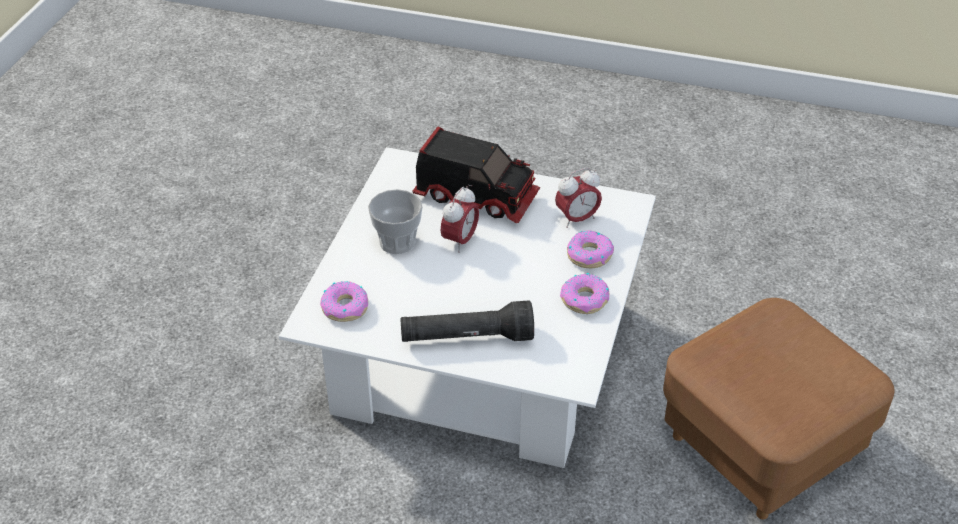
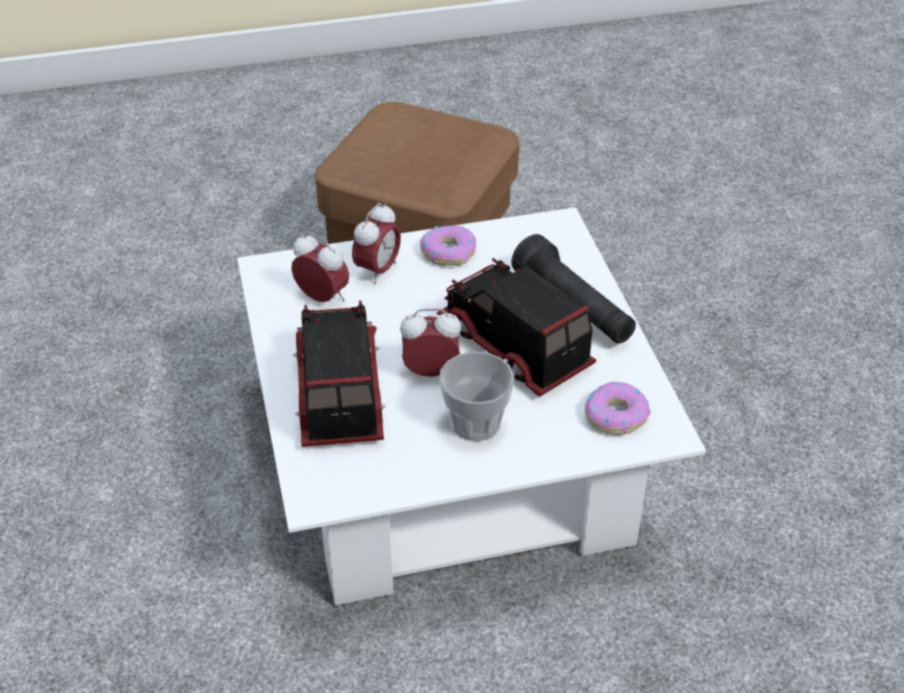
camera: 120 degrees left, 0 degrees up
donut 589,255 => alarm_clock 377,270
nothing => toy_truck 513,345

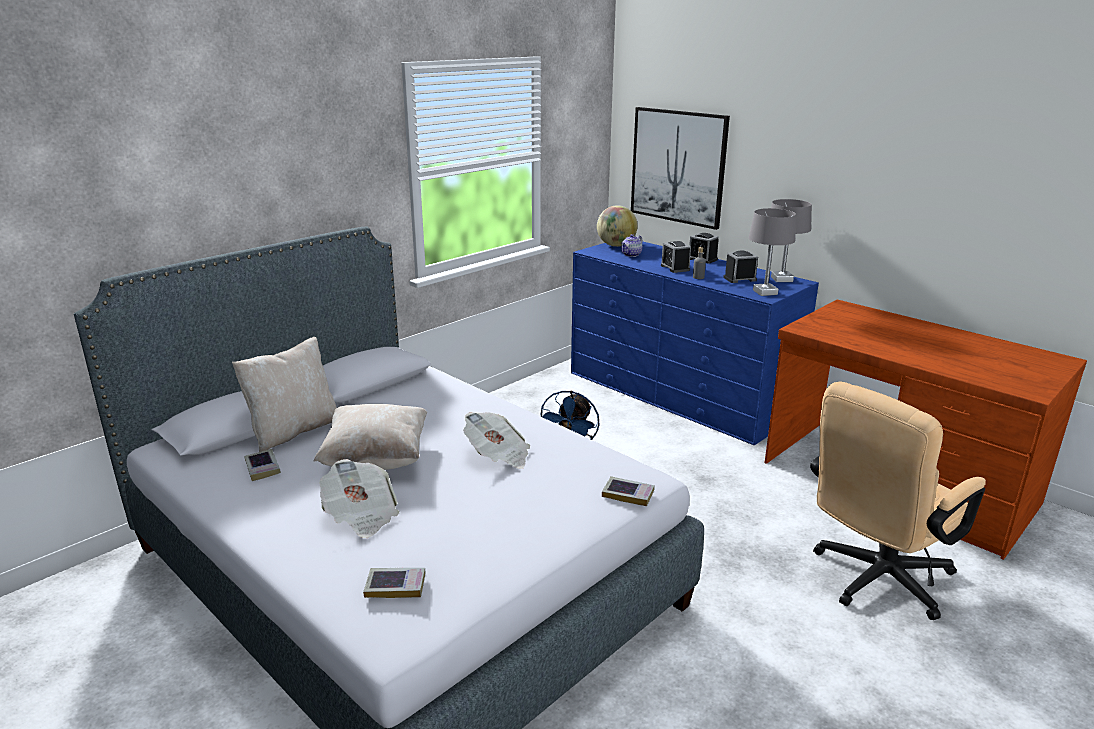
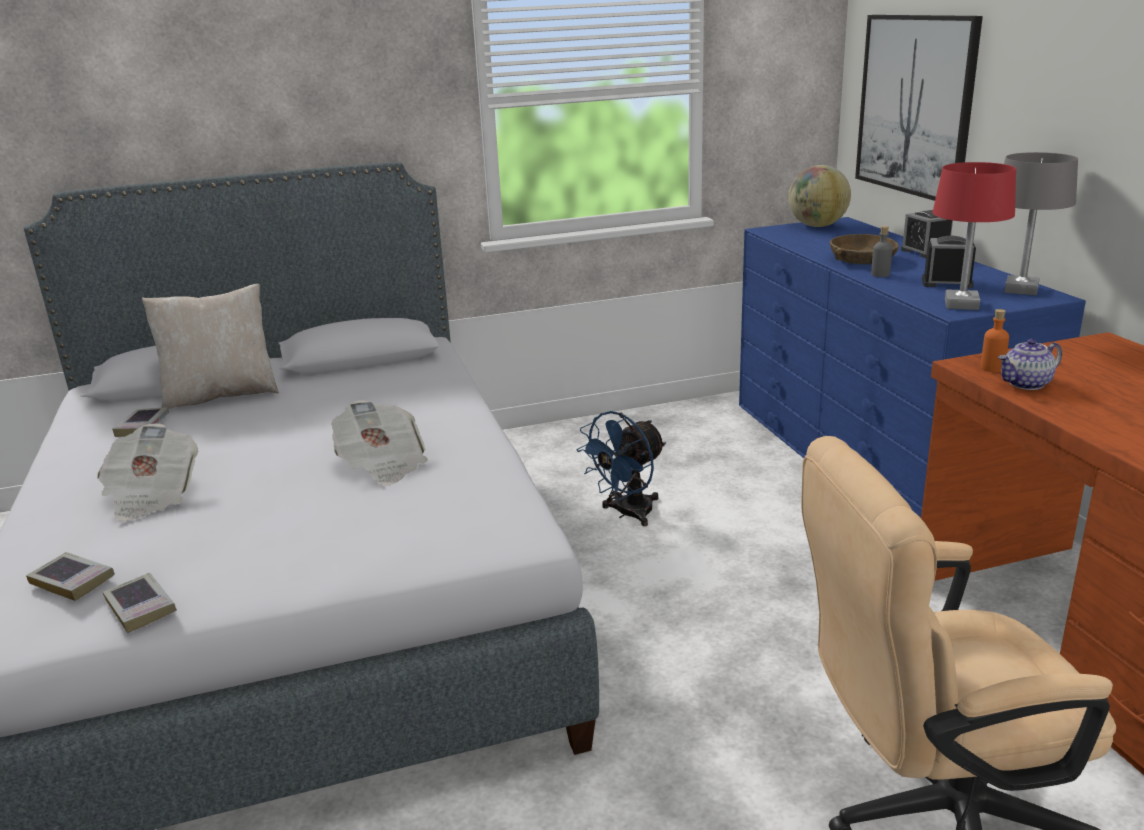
camera: 30 degrees right, 0 degrees up
grey_table_lamp 765,292 => red_table_lamp 962,304
teapot 631,255 => teapot 1026,384, move
alarm_clock 675,268 => brown_bowl 862,259
beige_pillow 376,459 => nothing
book 628,494 => book 141,607, move
nothing => orange_bottle 992,368

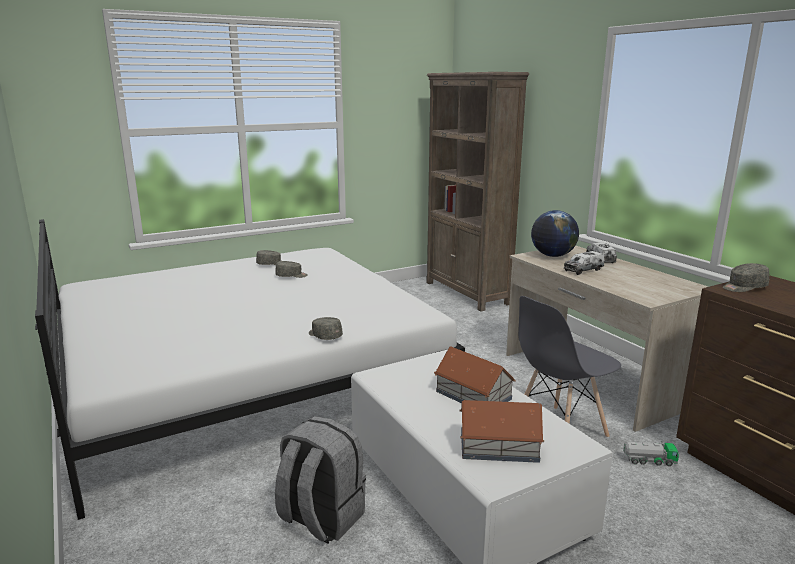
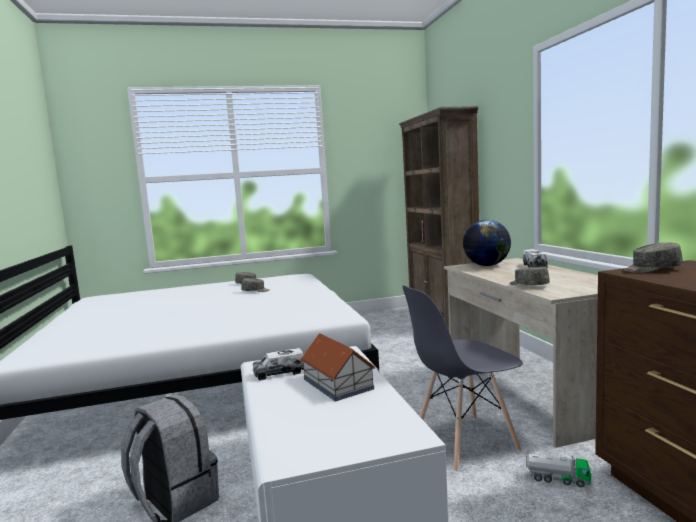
camera: 15 degrees right, 10 degrees down
toy_truck 583,270 => toy_truck 280,373, move
grey_cap 324,336 => grey_cap 528,285, move
toy_house 499,446 => nothing

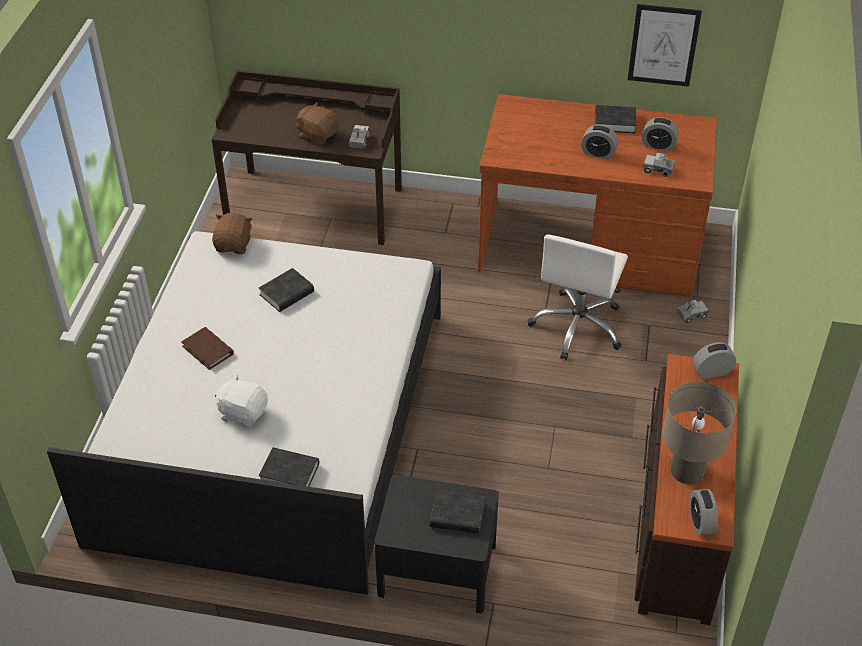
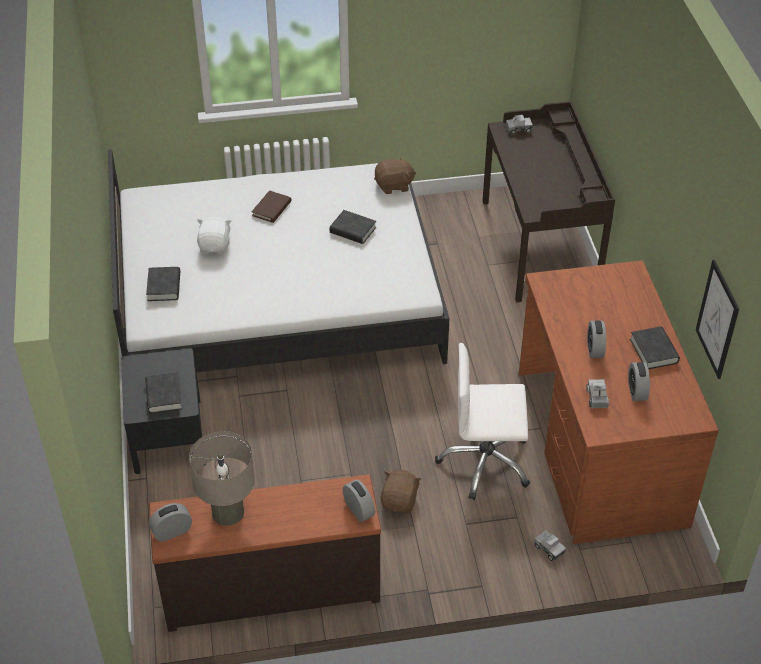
camera: 70 degrees right, 0 degrees up
brown_plush_toy 318,135 => brown_plush_toy 400,501, move
toy_truck 359,141 => toy_truck 518,129, move

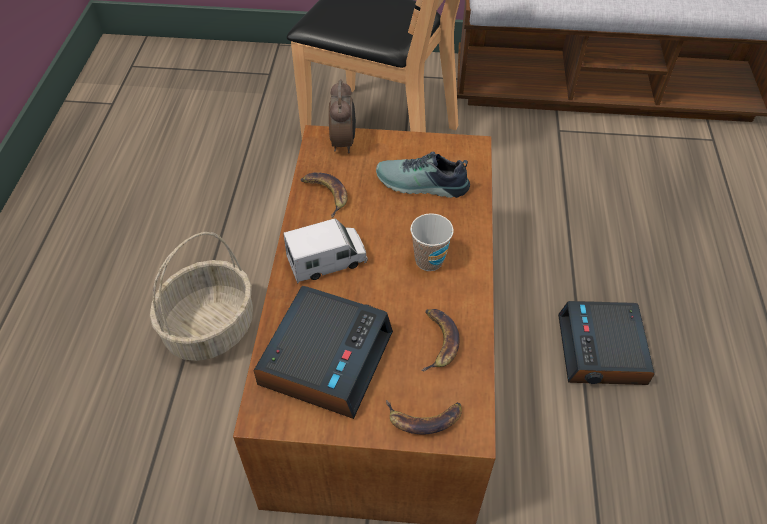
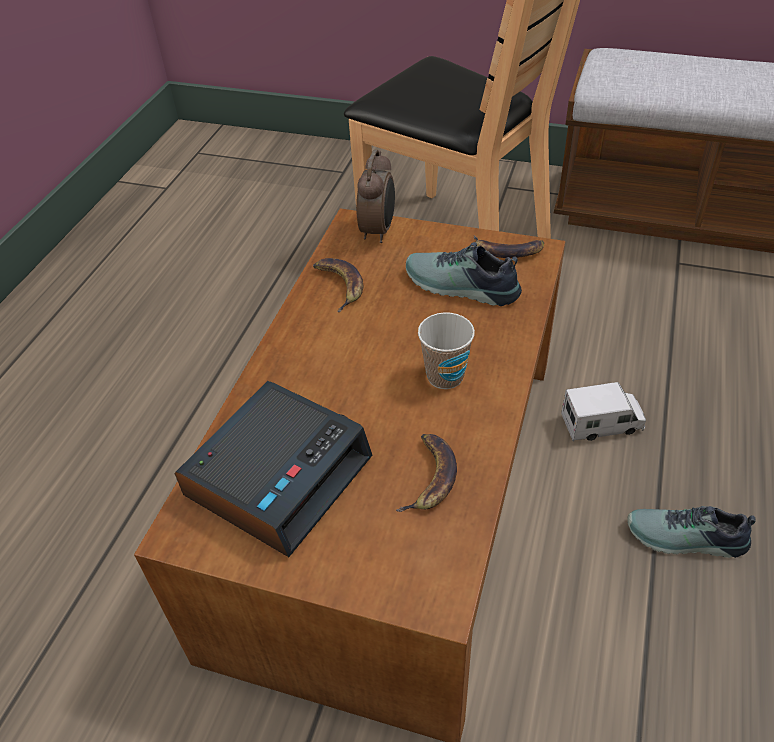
camera: 15 degrees right, 5 degrees down
toy_truck 327,261 => toy_truck 602,424, move
basket 210,329 => nothing
alarm_clock 602,351 => shoe 686,539
banana 424,418 => banana 507,251, move

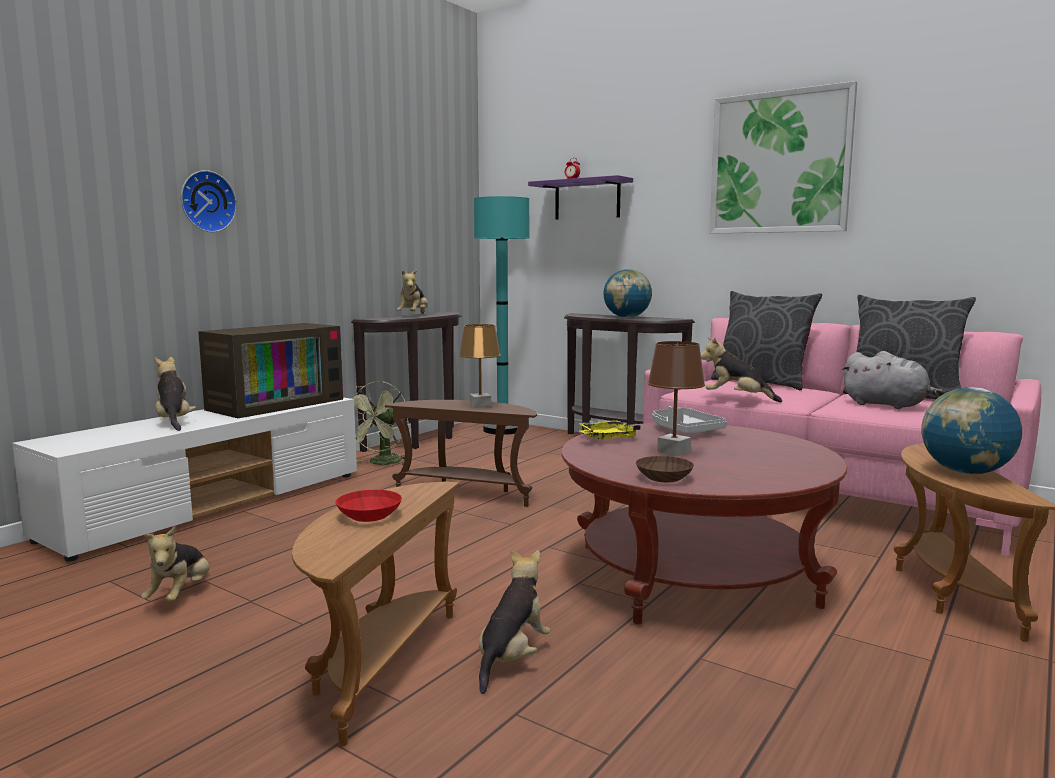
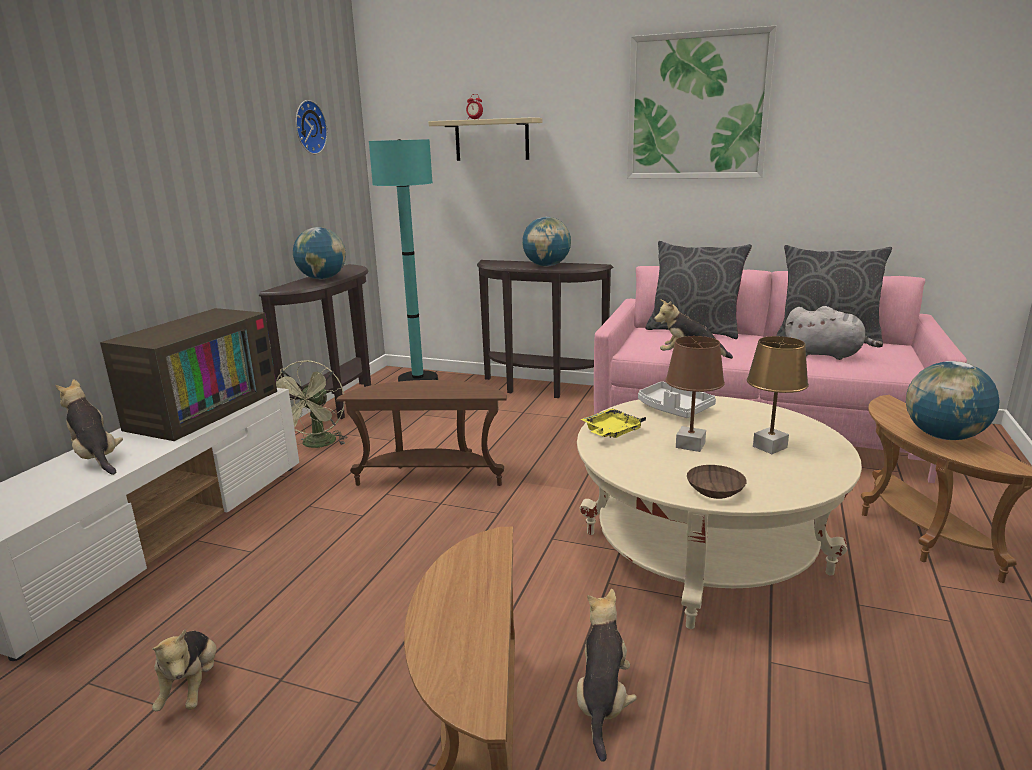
camera: 15 degrees left, 10 degrees up
wall_clock 206,201 => wall_clock 308,127, move
purple_shelf 587,199 => beige_shelf 491,140
plush_toy 414,316 => globe 322,278
brown_table_lamp 480,405 => brown_table_lamp 770,447, move
red_coffee_table 694,574 => beige_coffee_table 703,552
red_bowl 370,516 => nothing

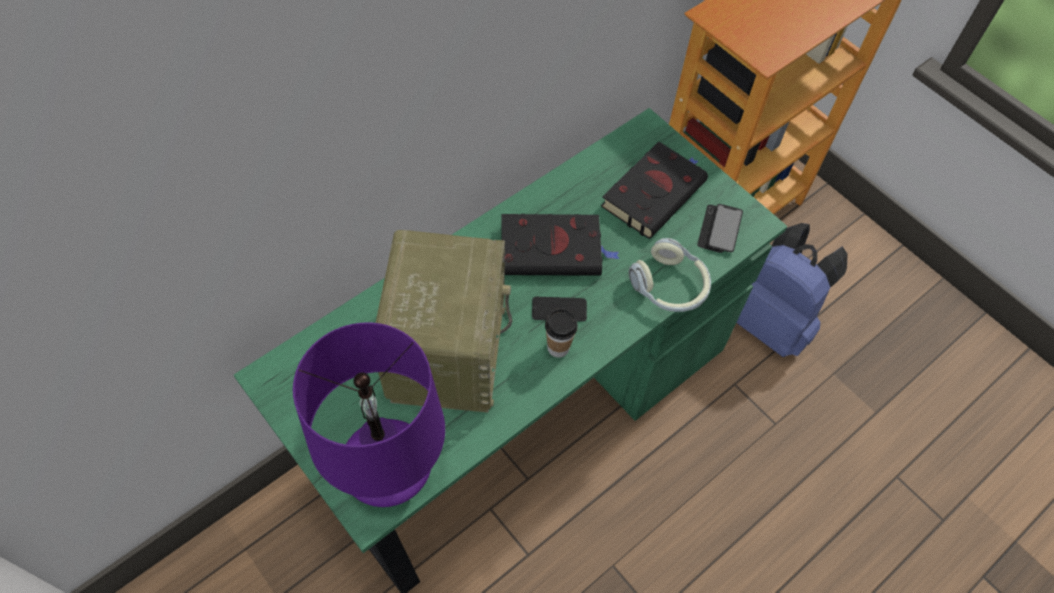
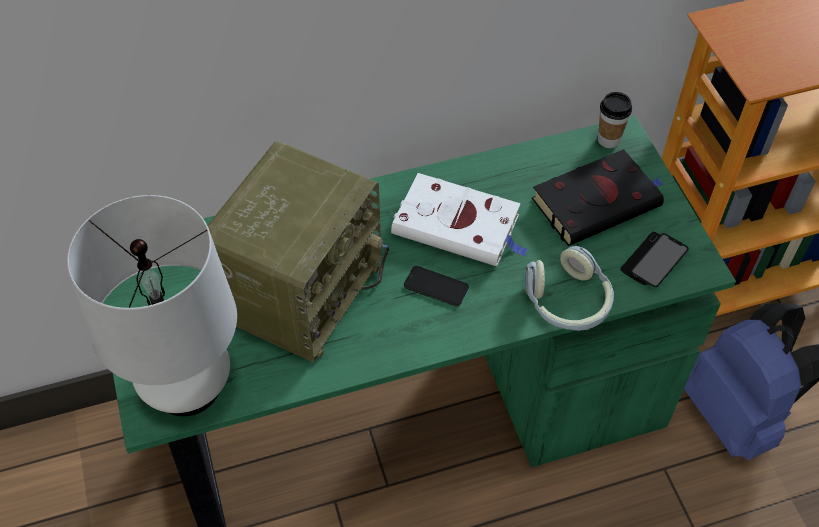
camera: 25 degrees right, 5 degrees down
black_book 553,249 => white_book 459,226
cup 558,347 => cup 608,140, move
purple_table_lamp 389,474 => white_table_lamp 187,386

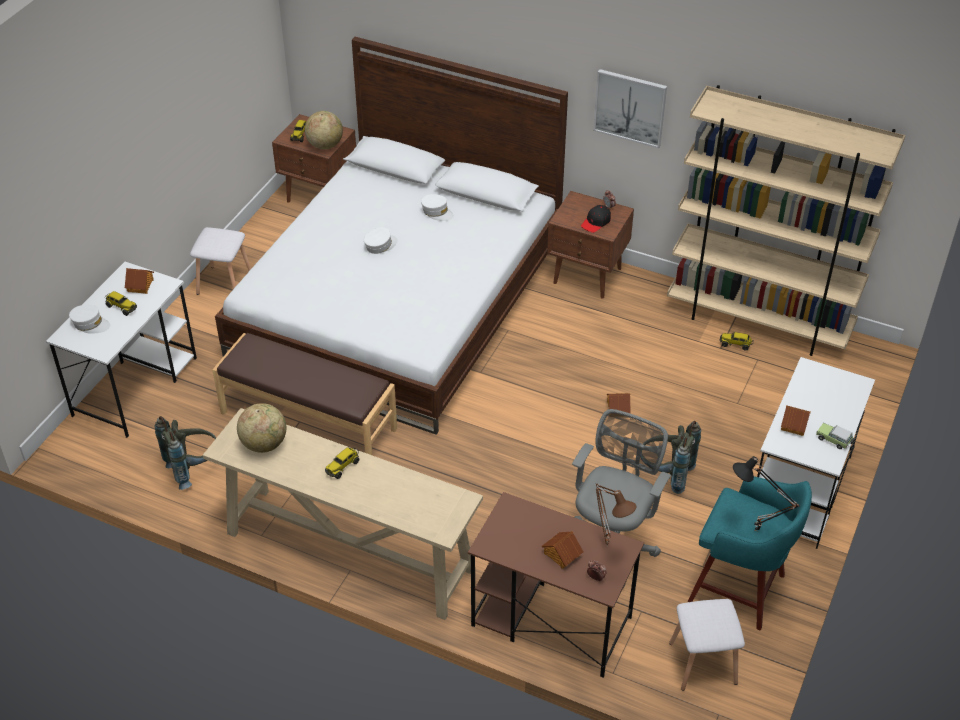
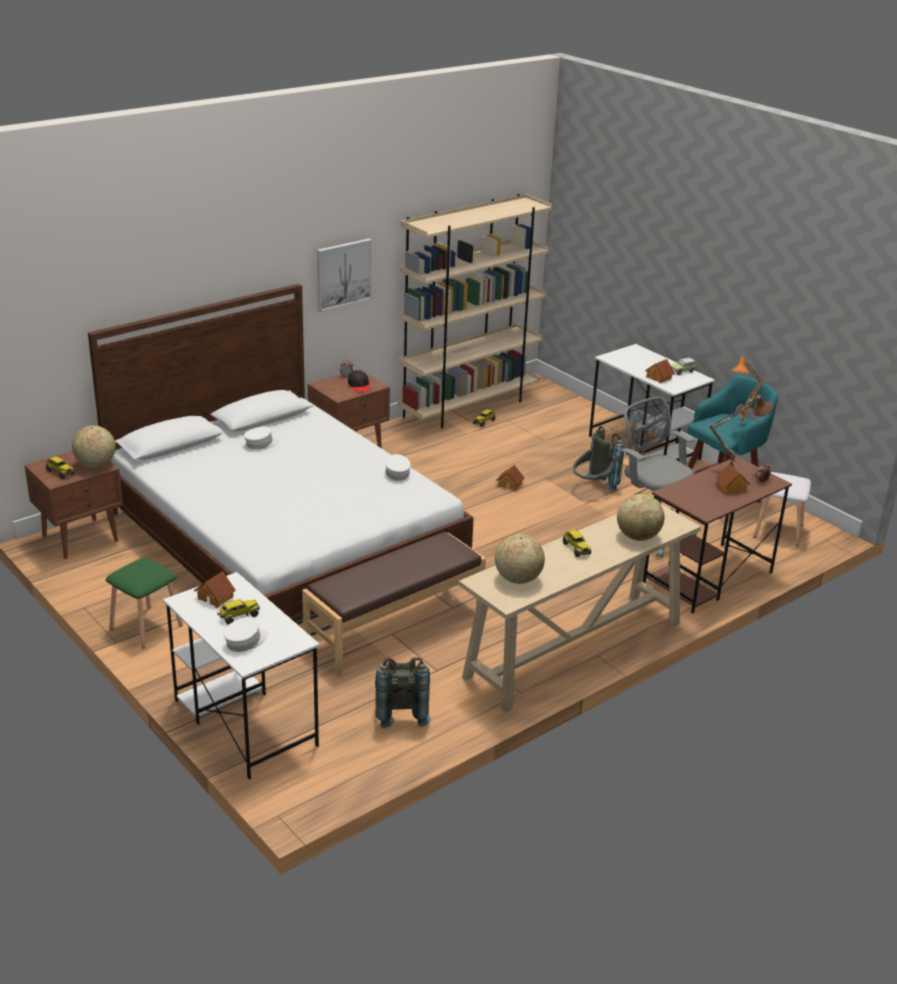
camera: 65 degrees left, 15 degrees down
white_stool 224,284 => green_stool 147,627
white_cap 380,245 => white_cap 397,473, move
black_table_lamp 755,532 => orange_table_lamp 741,424
nothing => globe 638,537

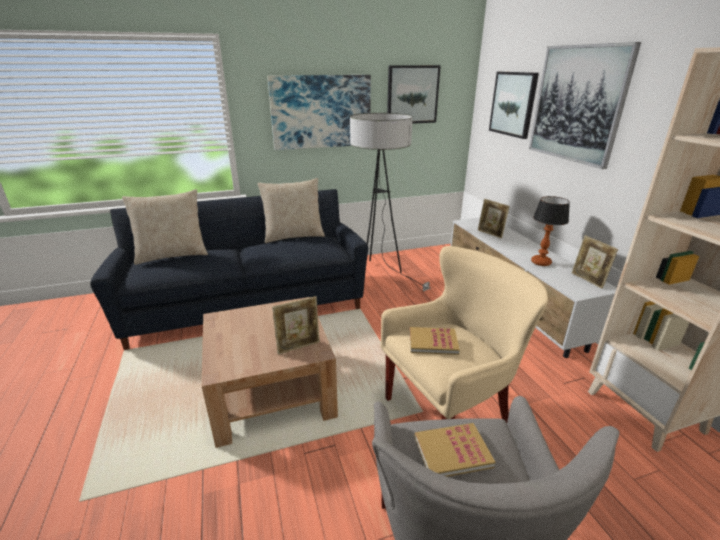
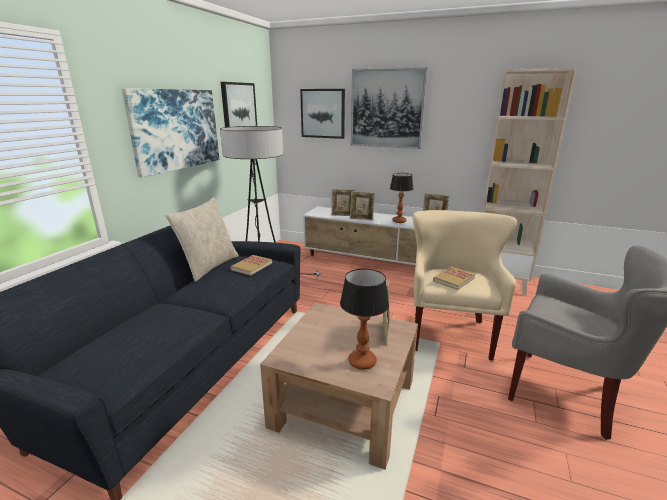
camera: 50 degrees left, 5 degrees down
beige_pillow 172,255 => nothing
book 452,452 => book 251,266, move
nothing => picture_frame 361,219
nothing => table_lamp 361,362

